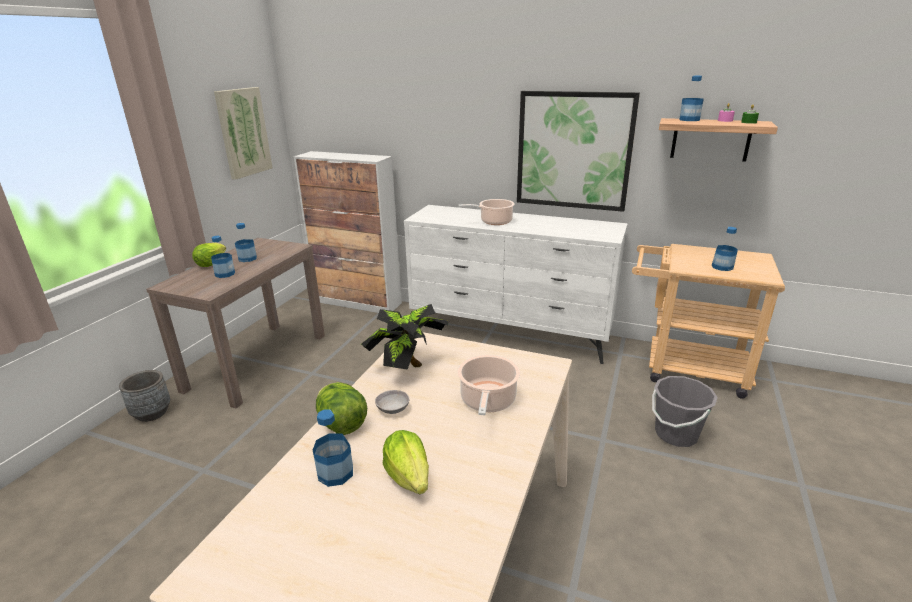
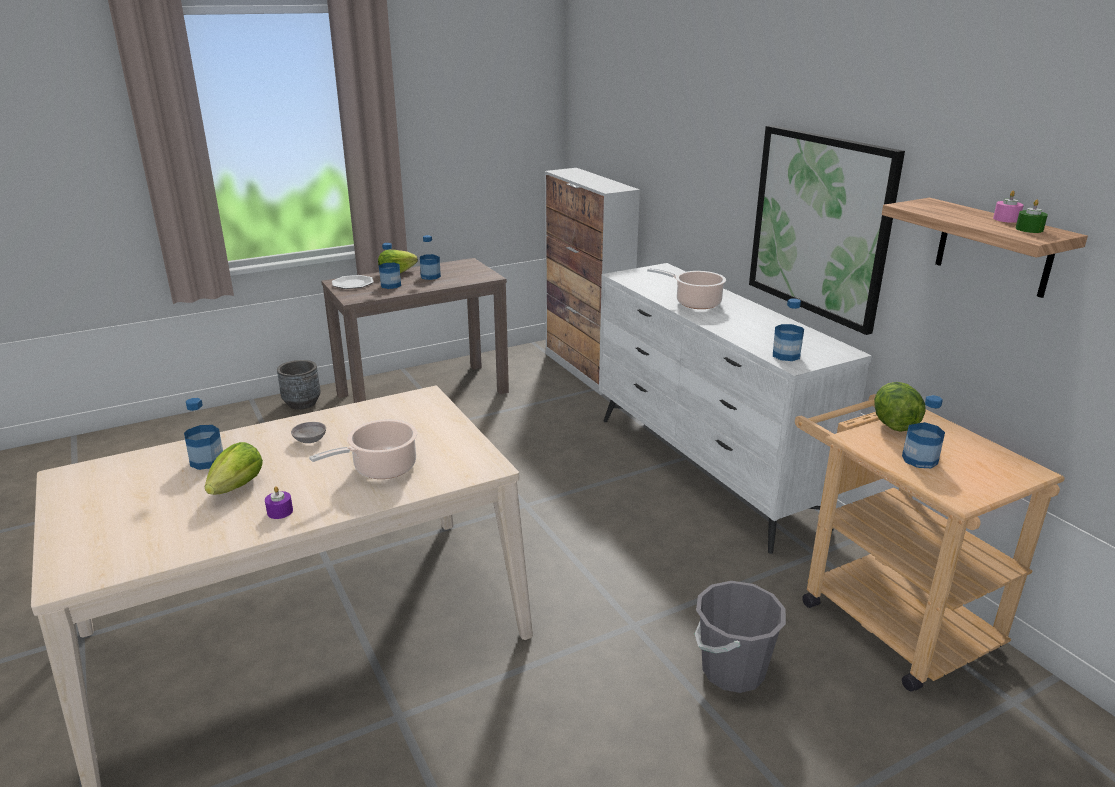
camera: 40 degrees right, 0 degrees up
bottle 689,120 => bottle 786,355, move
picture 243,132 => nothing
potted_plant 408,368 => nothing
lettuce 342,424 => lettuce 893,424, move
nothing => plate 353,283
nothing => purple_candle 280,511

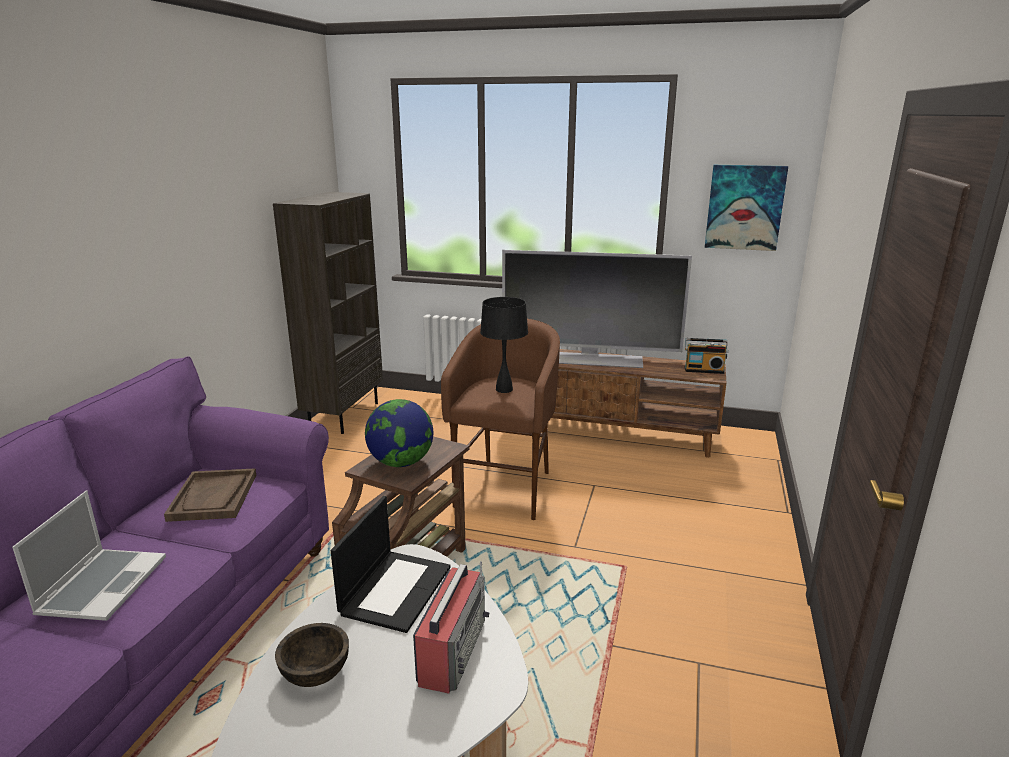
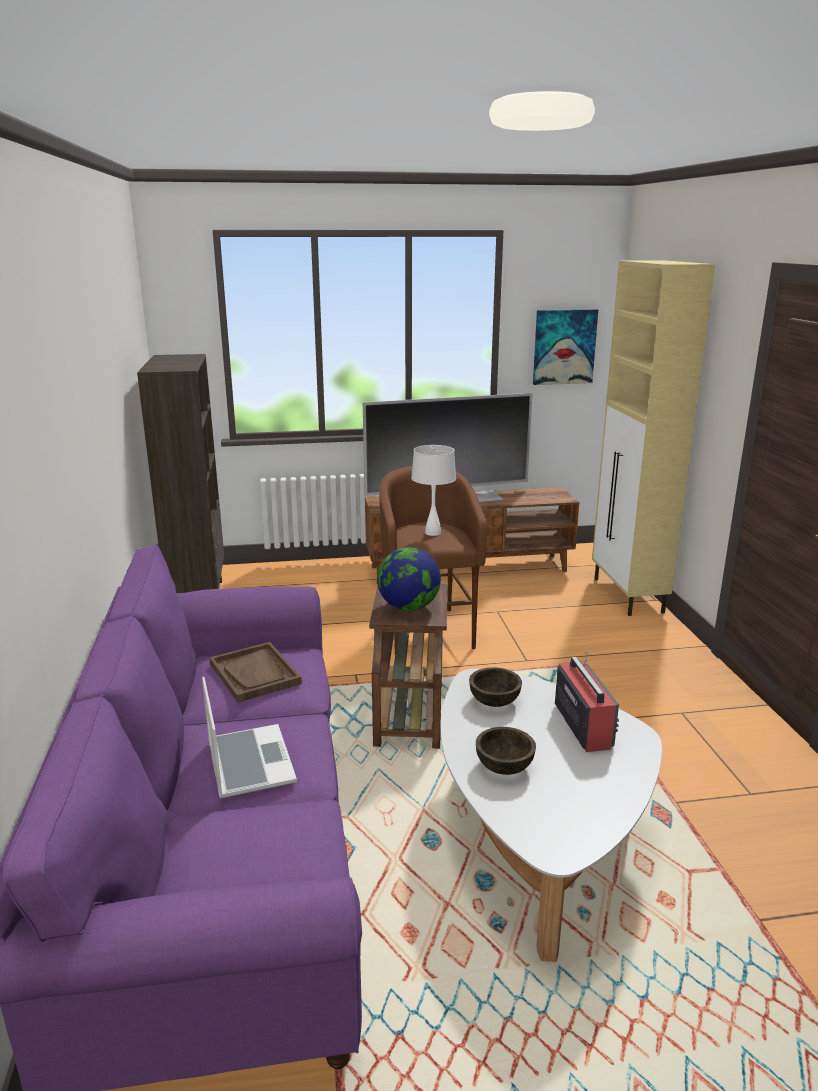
camera: 25 degrees left, 0 degrees up
black_table_lamp 504,390 => white_table_lamp 433,533
radio 704,370 => nothing
laptop 395,589 => brown_bowl 494,701
nothing => beige_cabinet 628,596

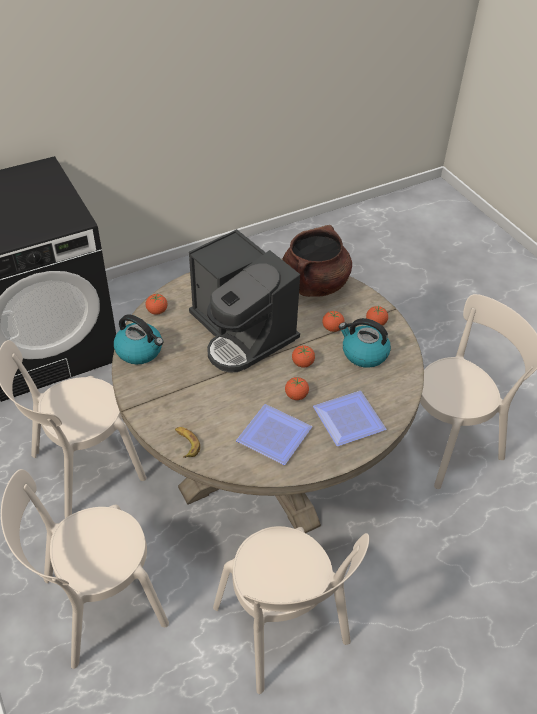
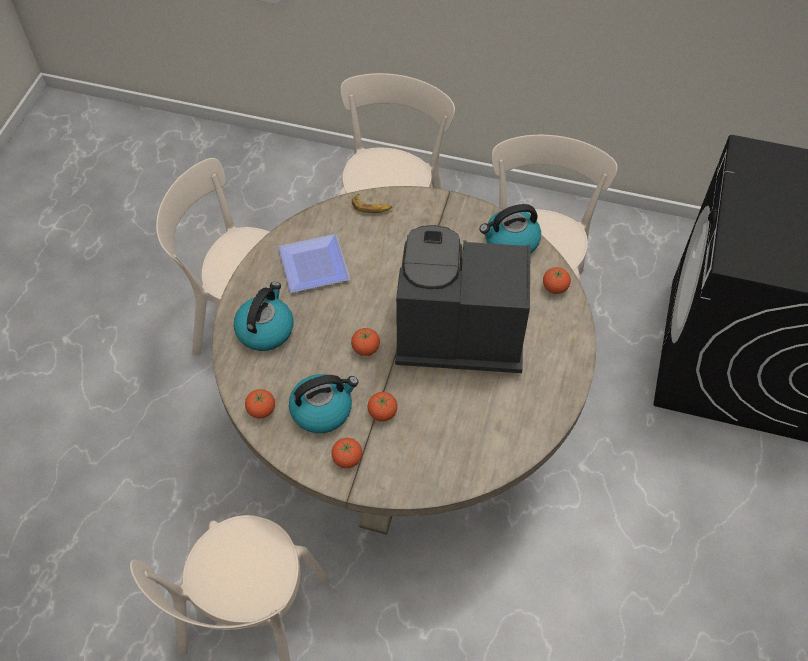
camera: 135 degrees right, 10 degrees up
brown_cooking_pot 314,285 => nothing
tomato 296,395 => tomato 261,410, move
plate 351,421 => kettle 265,329

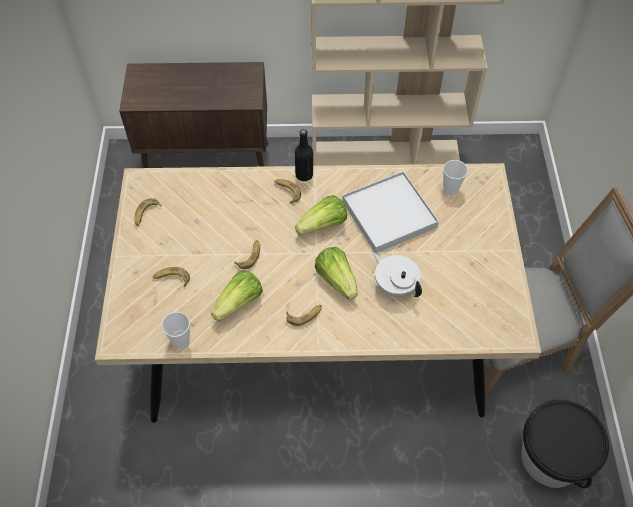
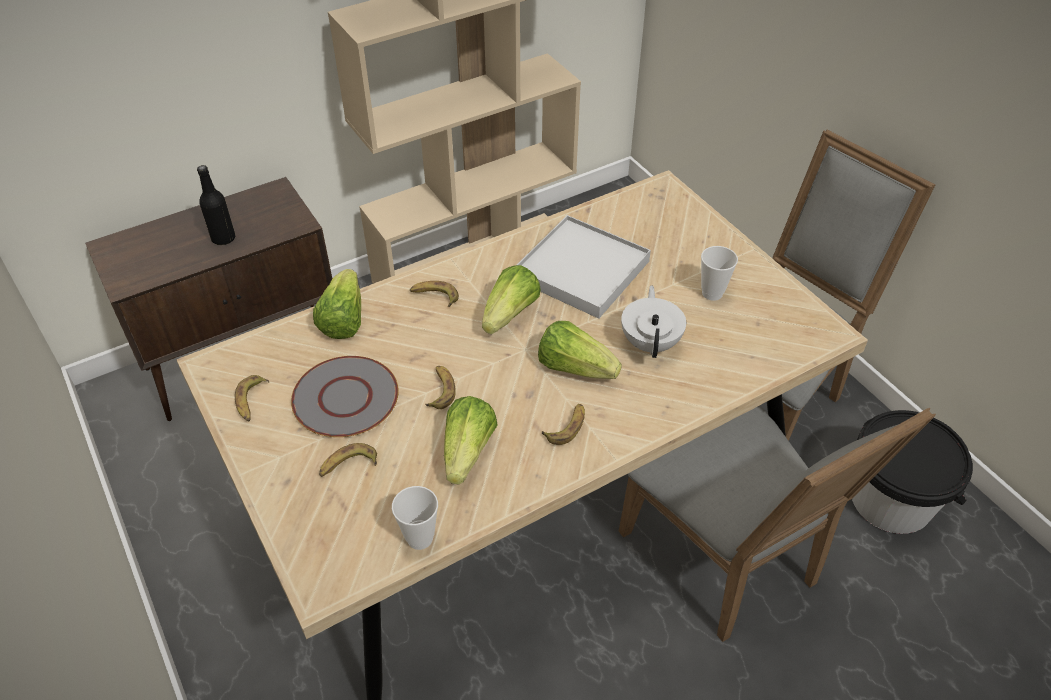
camera: 30 degrees left, 10 degrees down
black_bottle 304,175 => black_bottle 223,238, move
cup 450,189 => cup 712,293, move
white_teapot 395,285 => white_teapot 651,342, 75 degrees clockwise
nothing => lettuce 343,320
nothing => grey_plate 345,399
nothing => grey_chair 728,562

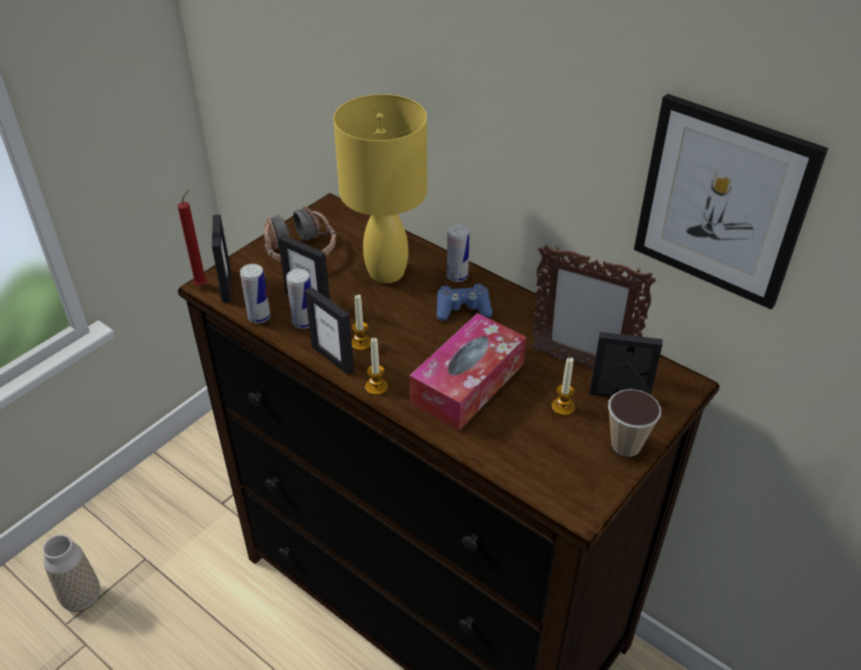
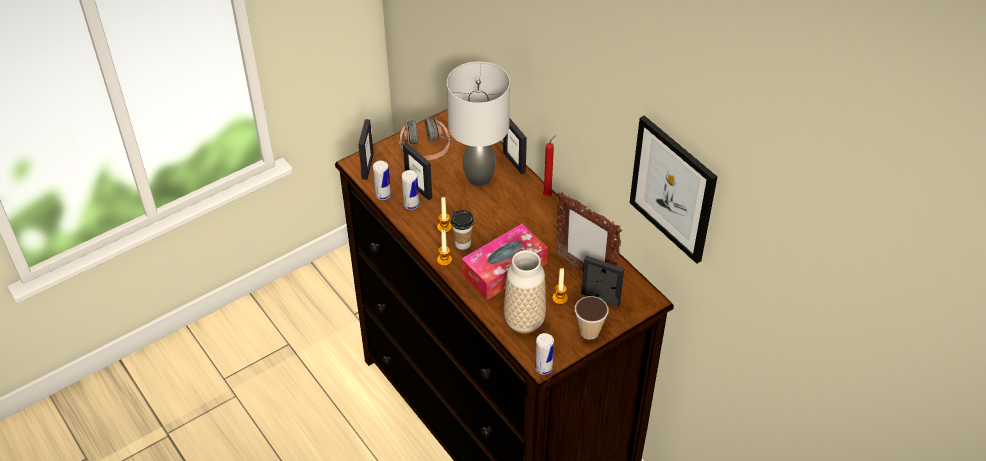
camera: 15 degrees right, 5 degrees up
yellow_table_lamp 386,271 => grey_table_lamp 479,176
red_candle 202,284 => red_candle 548,195, move
can 457,276 => can 543,368, move
blue_game_controller 462,309 => nothing
picture_frame 332,358 => picture_frame 514,162, move
vase 82,598 => vase 524,321, move
nothing => cup 463,244

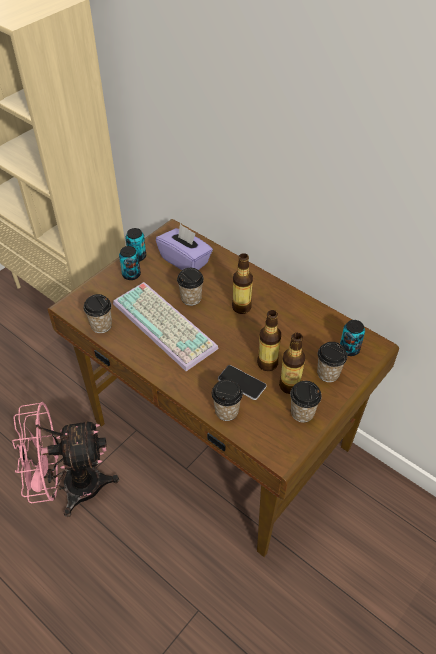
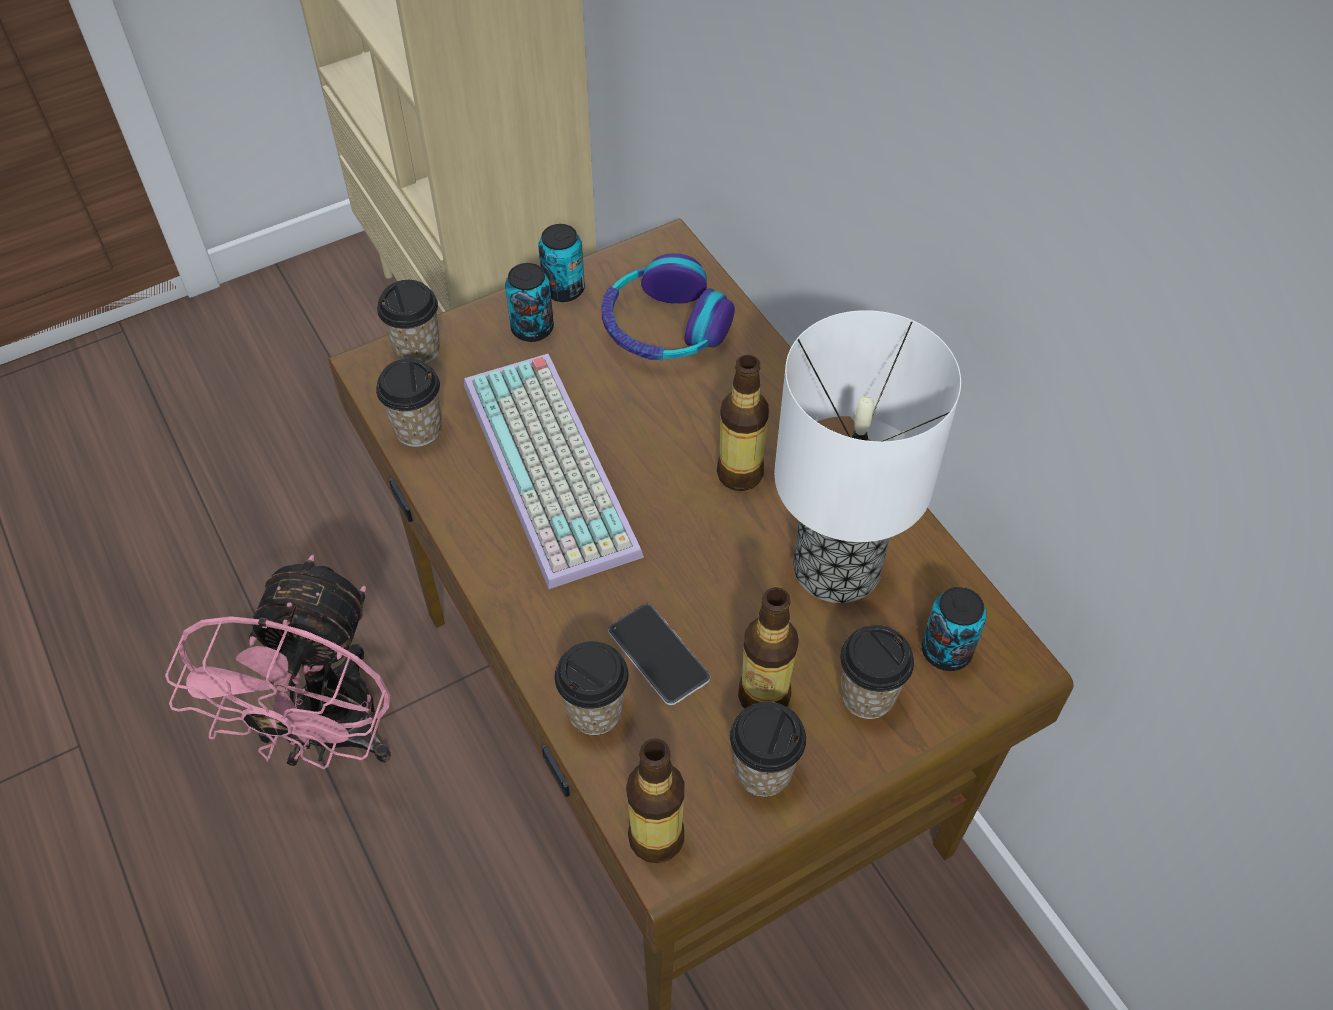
camera: 20 degrees right, 5 degrees up
purple_tissue_box 185,260 => headphones 664,327
cup 191,298 => cup 417,350, move
bottle 267,363 => bottle 656,838, move
pink_fan 71,487 => pink_fan 328,738, 90 degrees counterclockwise
nothing => table_lamp 834,568

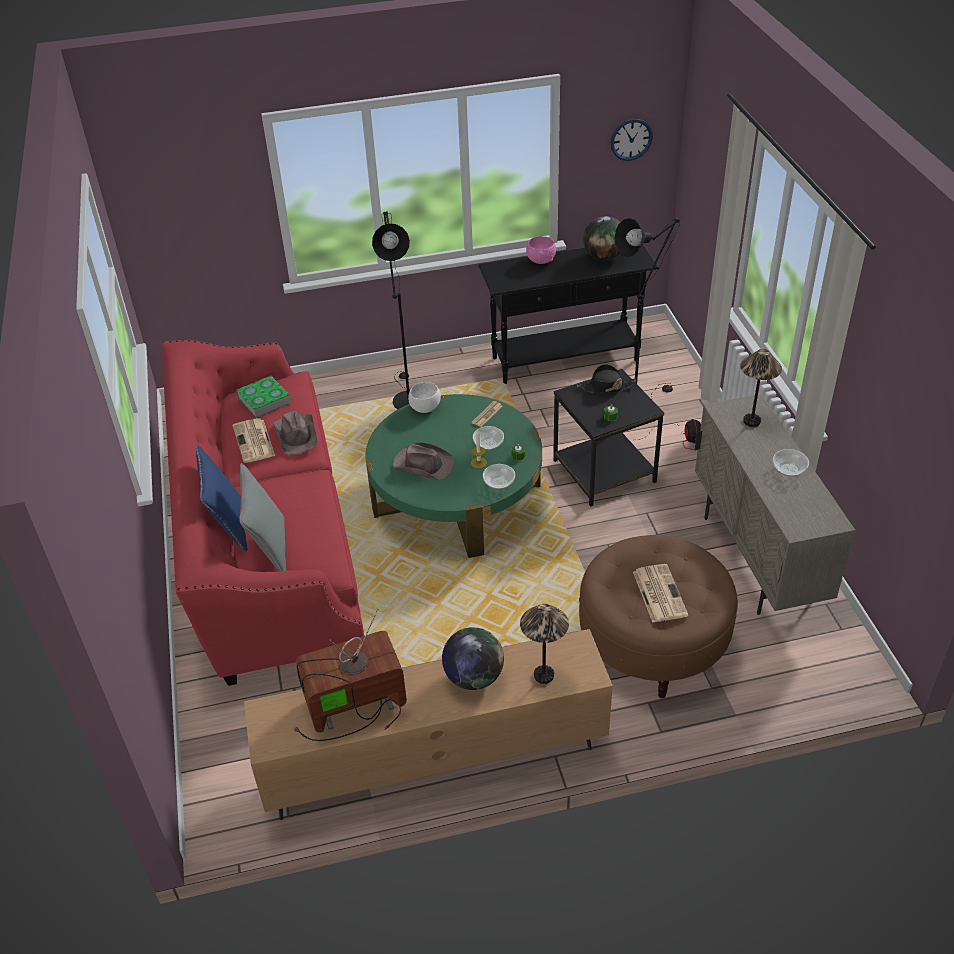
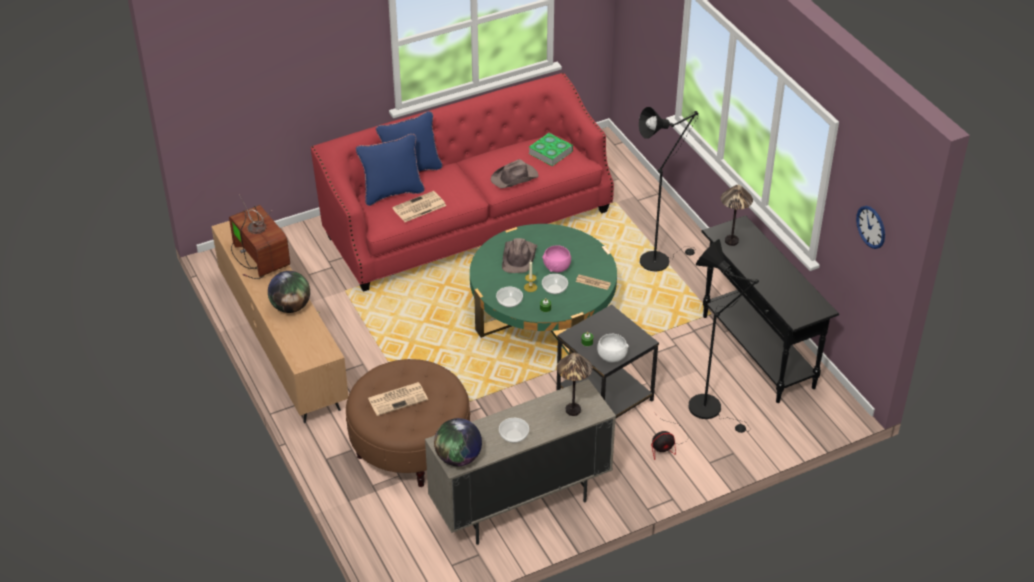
camera: 75 degrees right, 0 degrees up
globe 604,257 => globe 458,458, move
pink_bowl 541,260 => pink_bowl 557,267, move
black_hat 606,387 => nothing
white_bowl 425,408 => white_bowl 611,357, move
newspaper 254,441 => newspaper 418,207, move
grey_pillow 269,549 => blue_pillow 392,193
table_lamp 543,675 => table_lamp 732,241, move

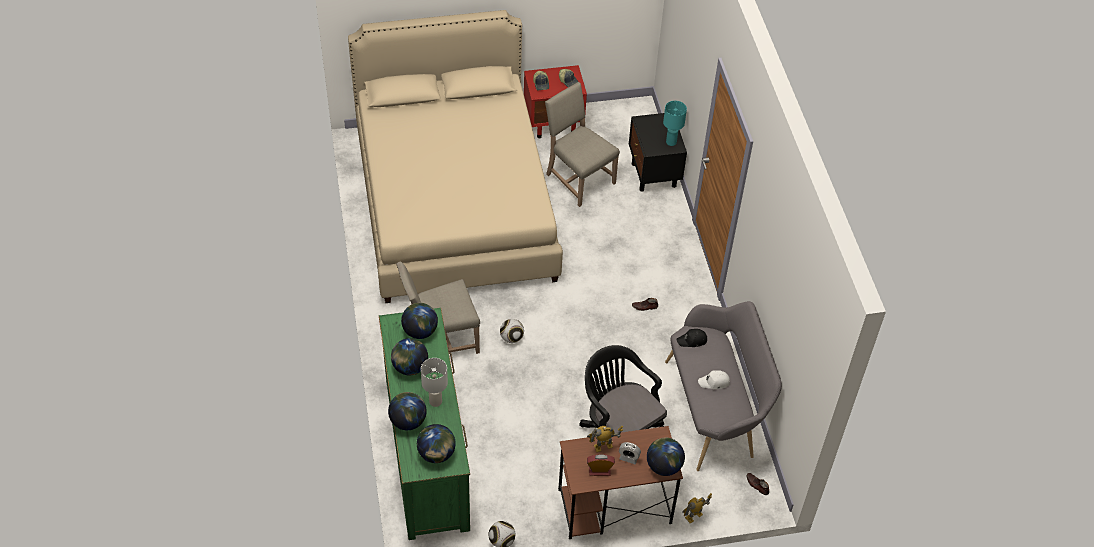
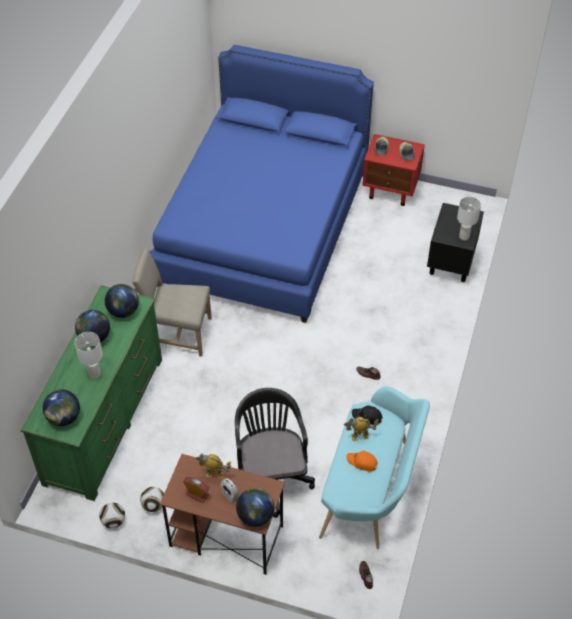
camera: 30 degrees right, 0 degrees up
beige_bed 454,203 => blue_bed 263,227
beige_chair 578,178 => nothing
turquoise_table_lamp 671,142 => white_table_lamp 464,236
grey_bench 714,410 => turquoise_bench 371,491
football 512,338 => football 154,505, move
white_cap 714,382 => orange_cap 362,462
globe 408,421 => nothing
toy_robot 694,516 => toy_robot 360,436, move

